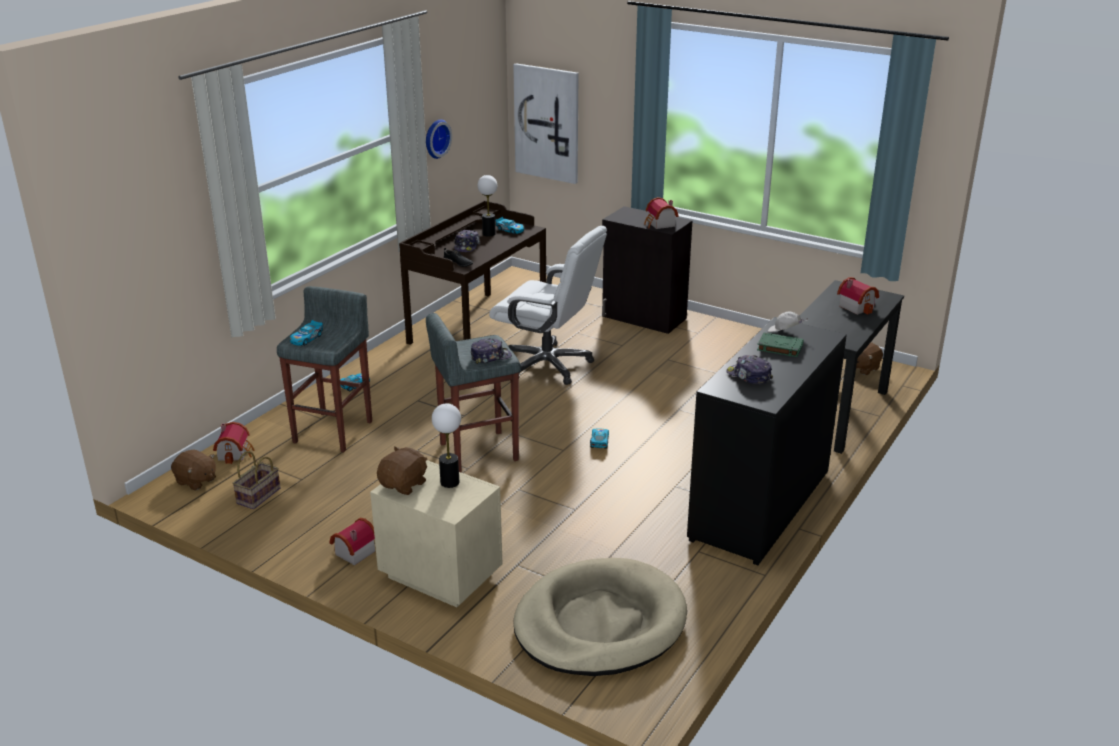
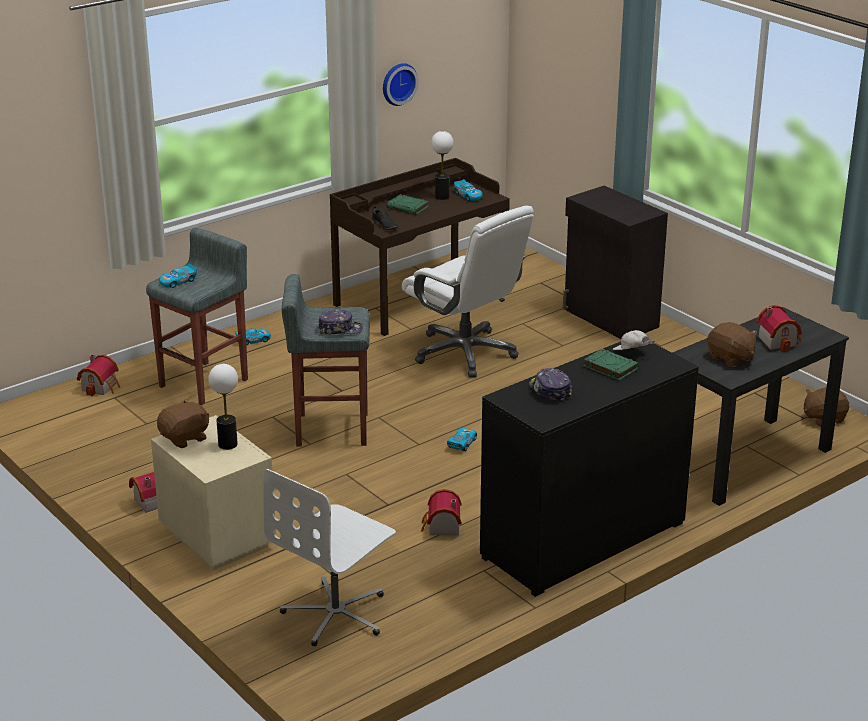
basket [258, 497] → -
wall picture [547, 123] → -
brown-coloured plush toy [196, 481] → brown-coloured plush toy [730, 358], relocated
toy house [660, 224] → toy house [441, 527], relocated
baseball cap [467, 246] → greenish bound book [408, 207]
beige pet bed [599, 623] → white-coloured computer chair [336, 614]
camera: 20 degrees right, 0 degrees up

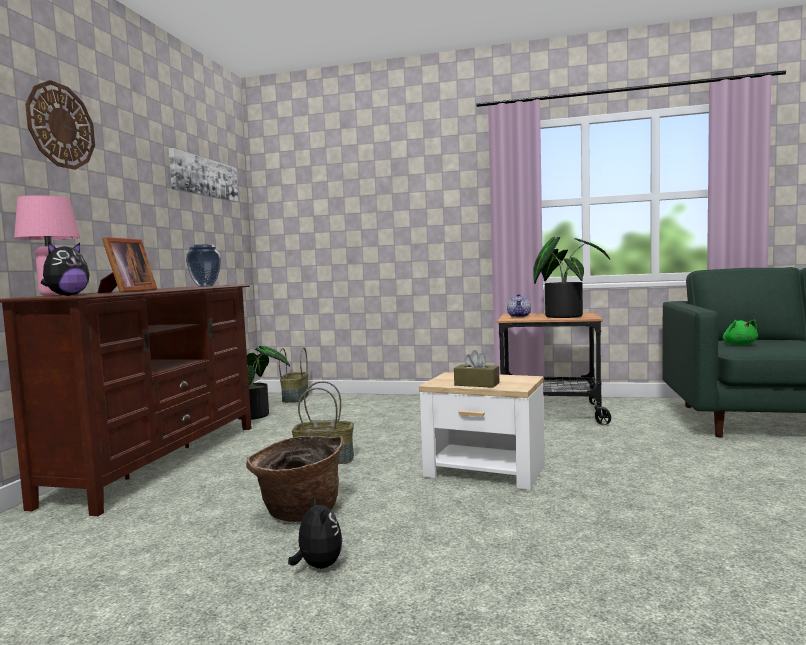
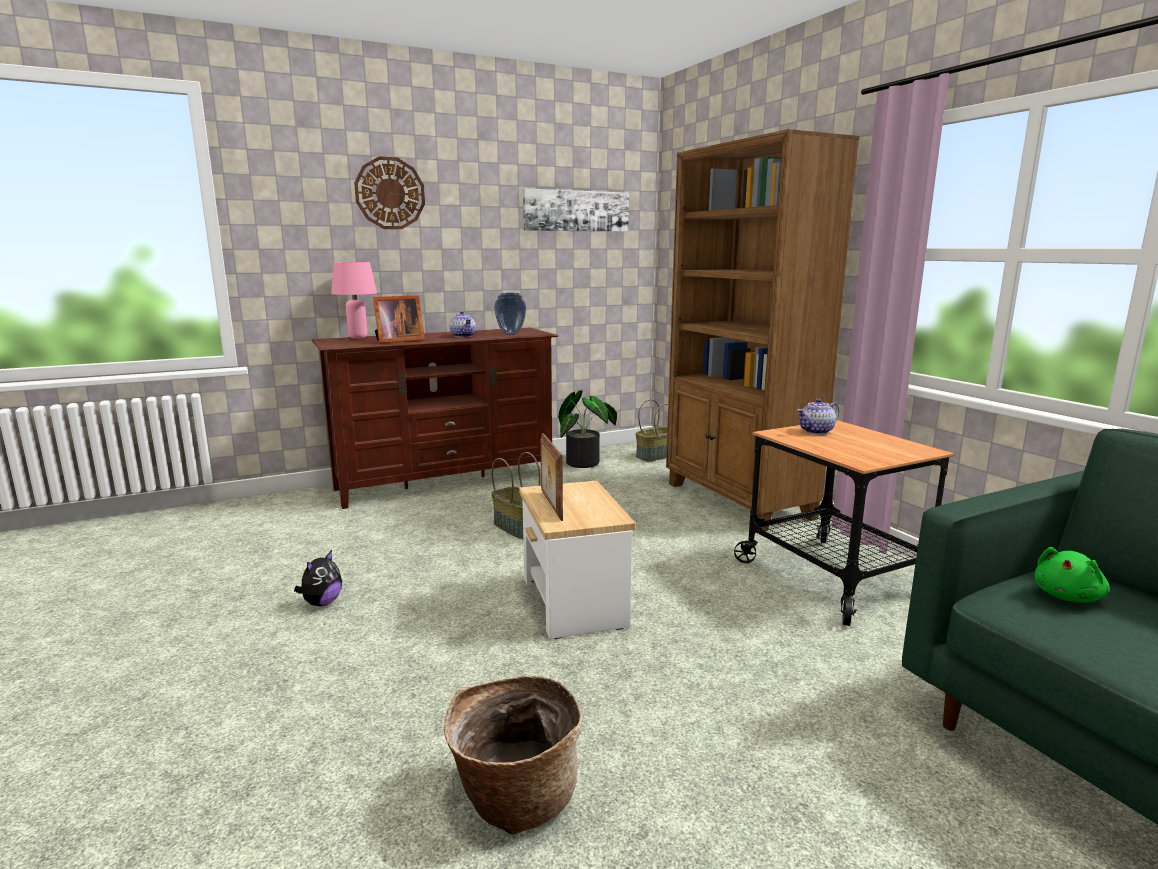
plush toy [67, 295] → -
plant in a pot [564, 316] → -
- → pot for tea [463, 336]
- → brown-coloured bookcase [738, 501]
basket [299, 514] → basket [514, 798], relocated
brown-coloured tissue box [476, 384] → photo frame [550, 506]
camera: 50 degrees right, 10 degrees up

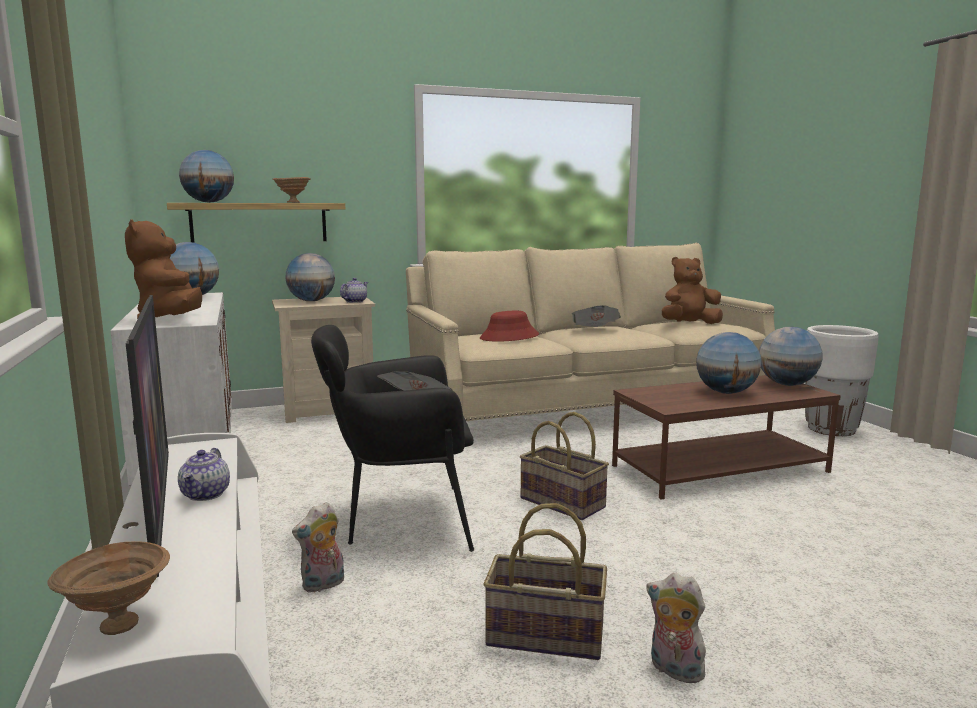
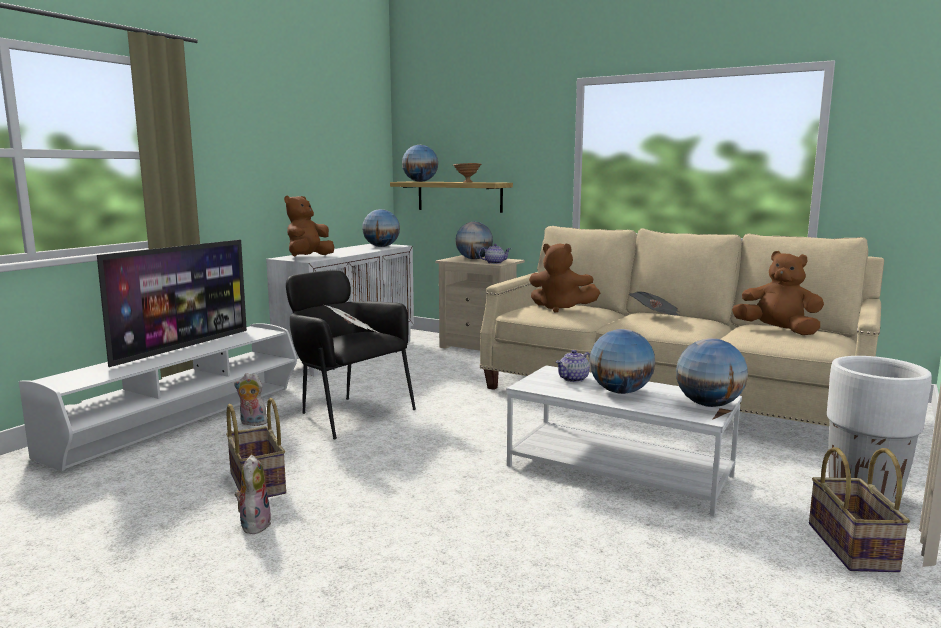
brown-coloured serving bowl [116, 625] → -
pot for tea [206, 495] → pot for tea [573, 379], relocated
basket [563, 502] → basket [853, 547], relocated
red-coloured hat [509, 337] → brown-coloured plush toy [560, 308]
brown-coloured coffee table [720, 468] → white-coloured coffee table [619, 471]
camera: 50 degrees right, 0 degrees up

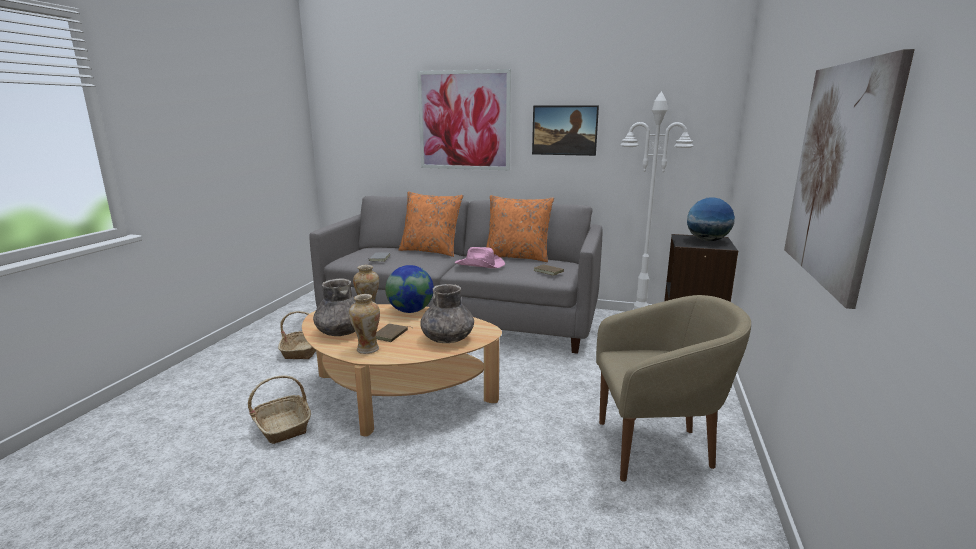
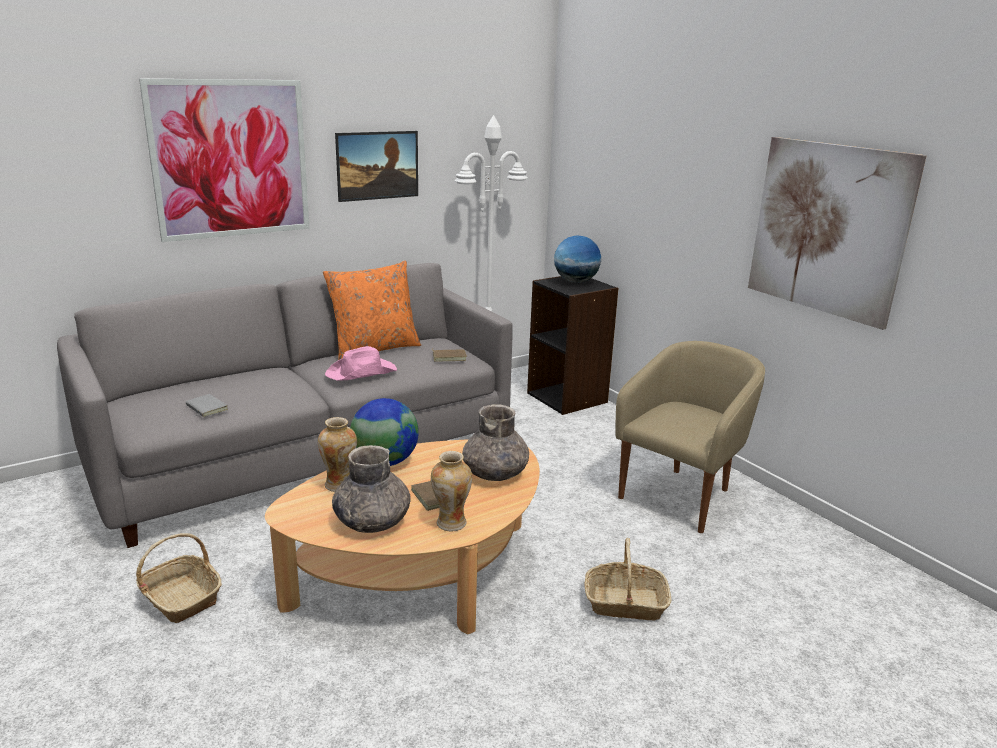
orangey throw pillow [431, 251] → -
basket [283, 426] → basket [625, 603], relocated
camera: 50 degrees left, 5 degrees up

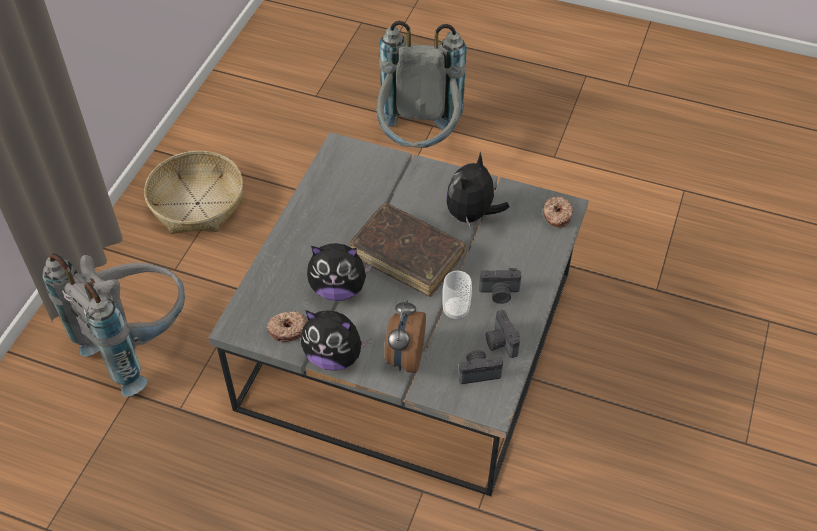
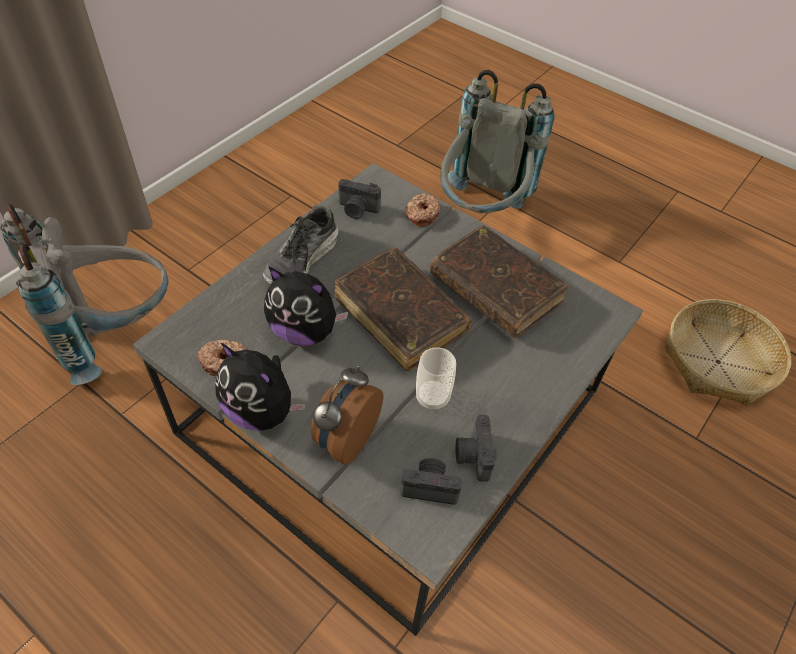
- → shoe [302, 260]
basket [197, 203] → basket [718, 361], relocated
photo camera [499, 293] → photo camera [357, 210], relocated
donut [556, 215] → donut [422, 214], relocated
plush toy [472, 215] → brown-coloured bound book [495, 290]
camera: 15 degrees right, 0 degrees up

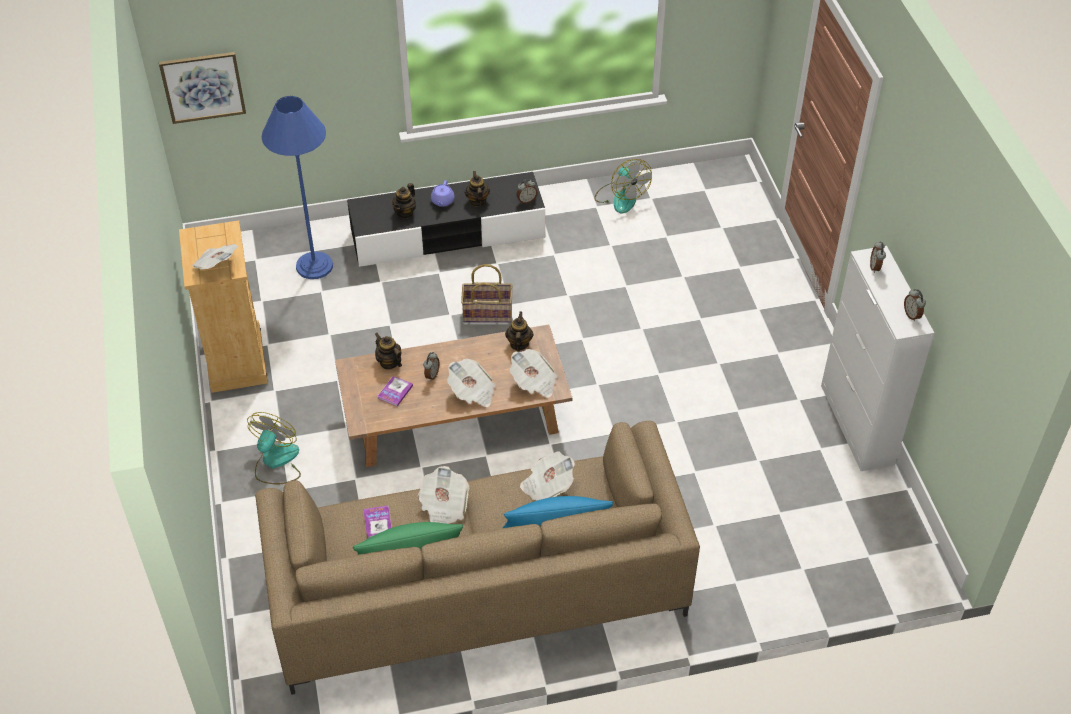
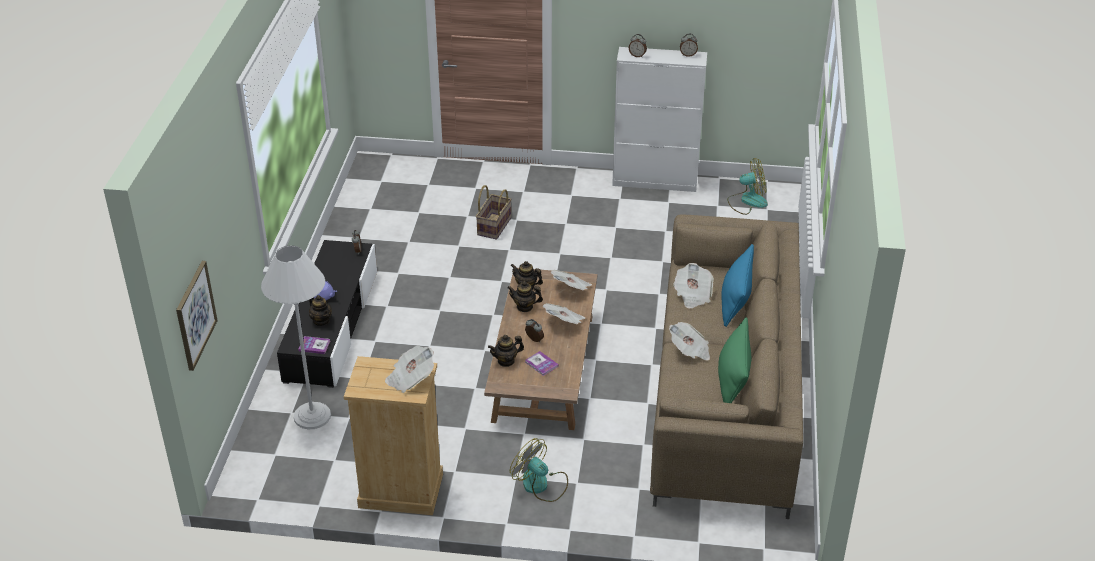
bound book [378, 522] → bound book [314, 346], relocated
basket [488, 312] → basket [493, 226], relocated
pot for tea [477, 201] → pot for tea [525, 307], relocated
fan [621, 197] → fan [747, 201], relocated
bluish standard lamp [314, 266] → white-coloured standard lamp [312, 416]
camera: 70 degrees left, 10 degrees down

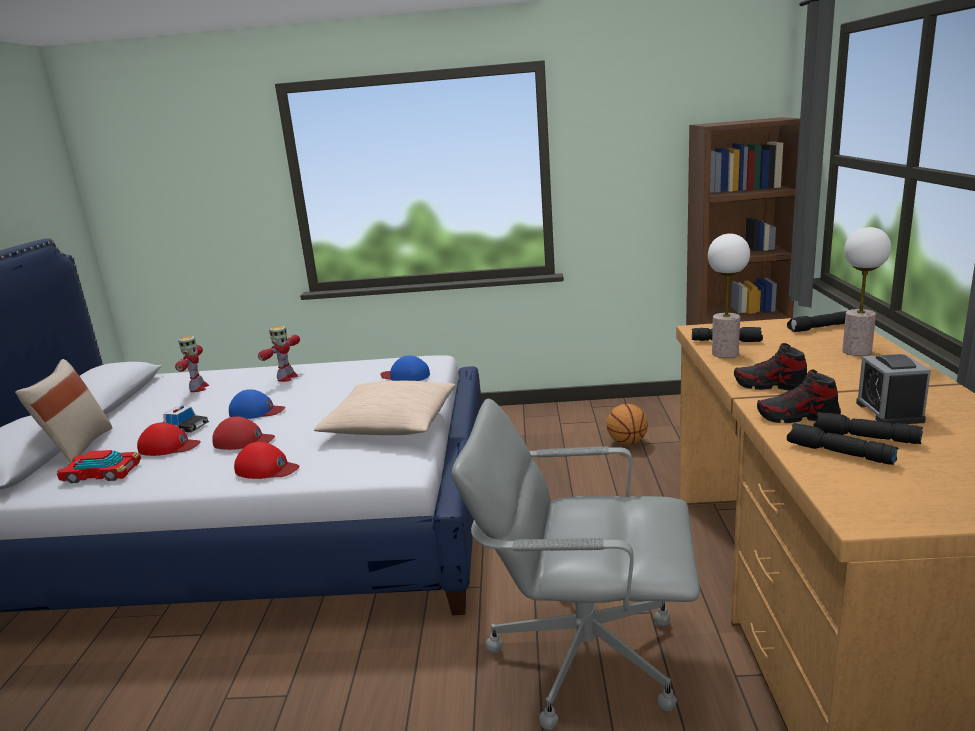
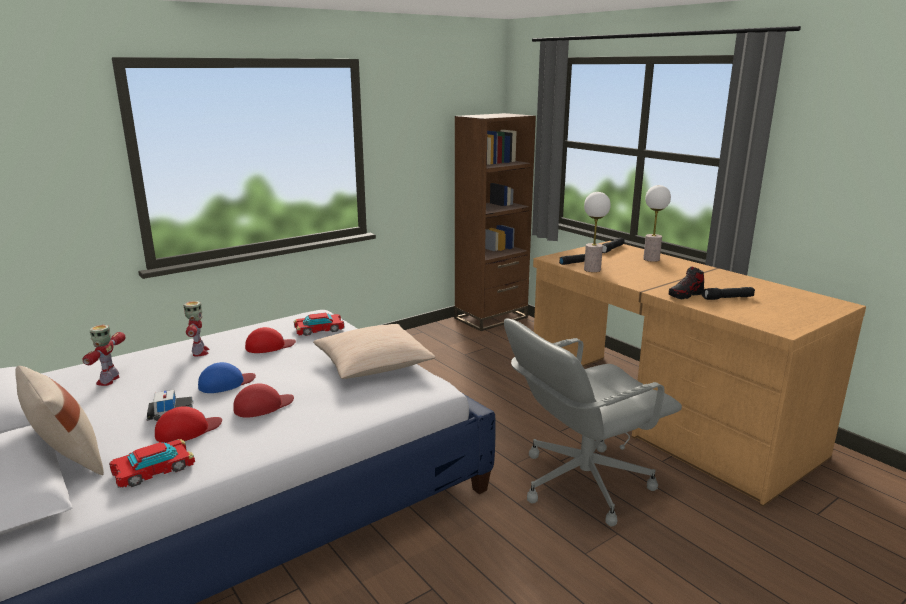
ball for basketball [627, 442] → -
shoe [770, 385] → -
blackish torch [838, 453] → -
alarm clock [889, 412] → -
red-coloured baseball cap [266, 469] → red-coloured baseball cap [269, 346], relocated
bluish baseball cap [406, 376] → model car [319, 329]
model robot [198, 388] → model robot [109, 380], 135 degrees counterclockwise
camera: 40 degrees left, 0 degrees up

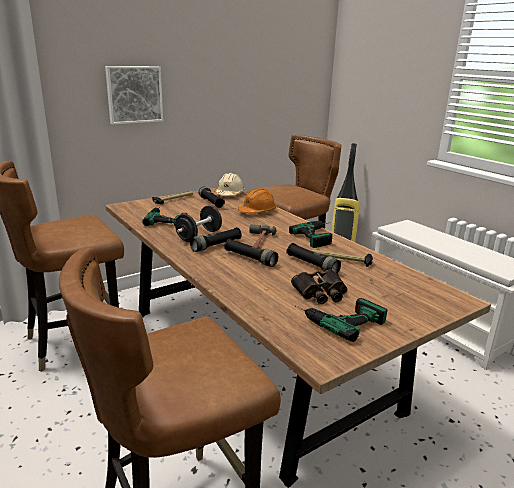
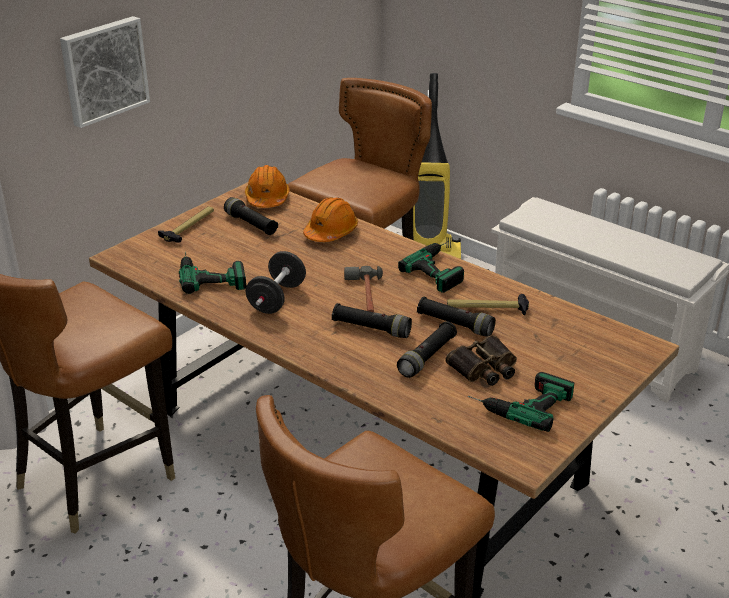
blackish torch [216, 245] → blackish torch [427, 357], relocated
beige safety helmet [229, 194] → orangey safety helmet [267, 198]
camera: 15 degrees left, 10 degrees up

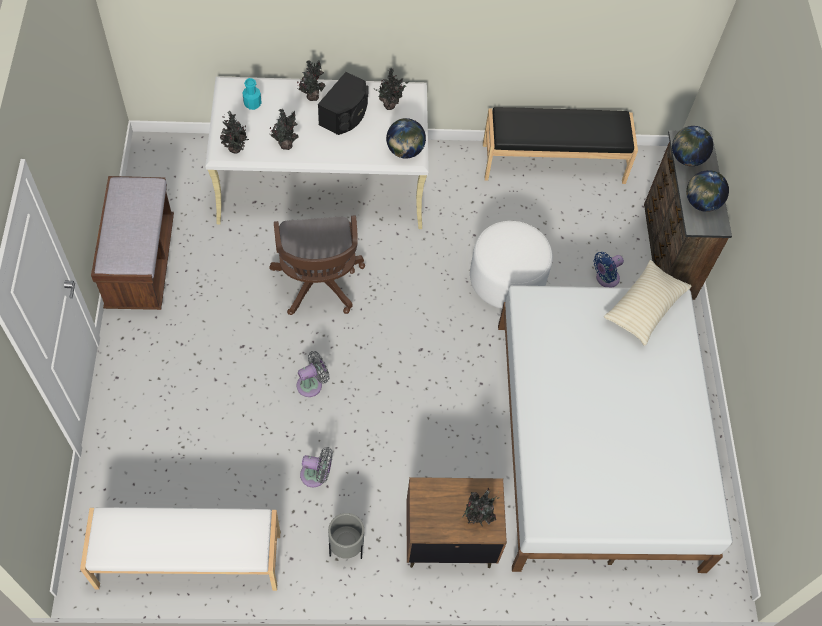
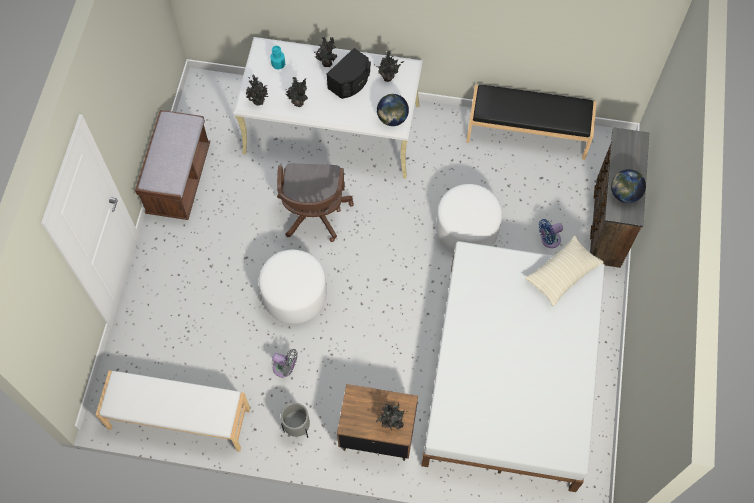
world globe [686, 158] → -
gray fan [312, 384] → white-coloured footrest [294, 295]
camera: 15 degrees right, 5 degrees up

